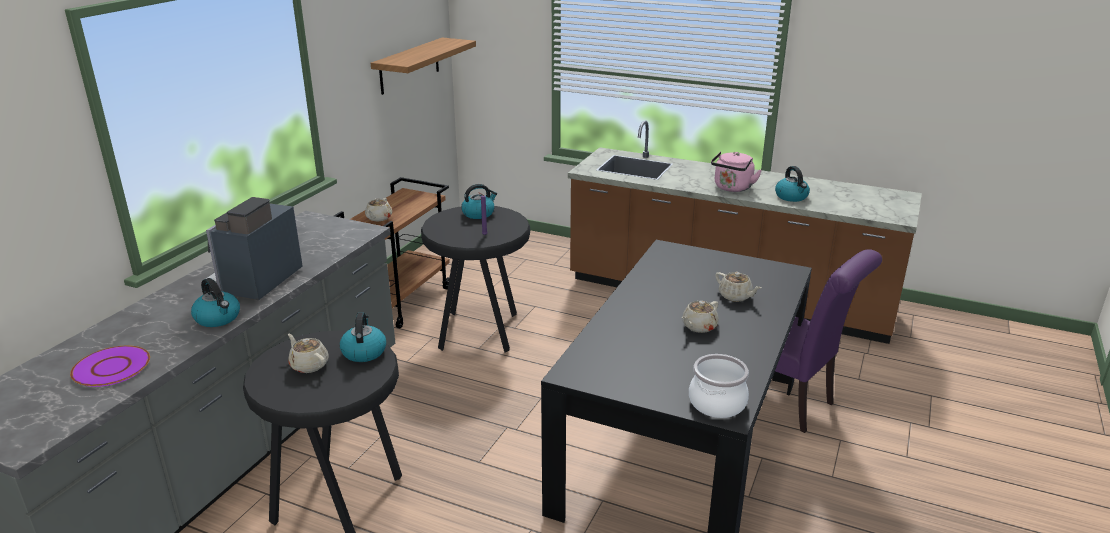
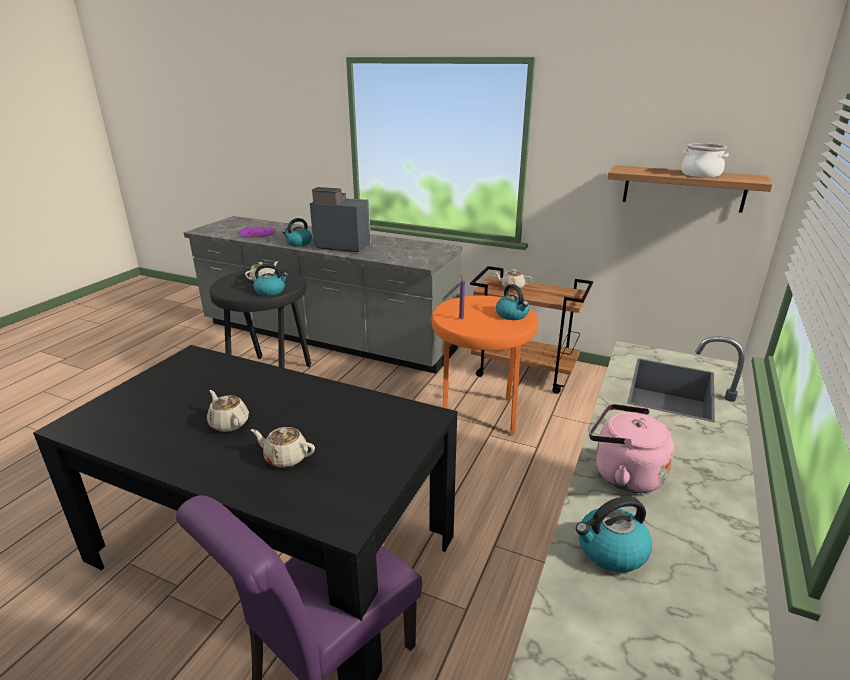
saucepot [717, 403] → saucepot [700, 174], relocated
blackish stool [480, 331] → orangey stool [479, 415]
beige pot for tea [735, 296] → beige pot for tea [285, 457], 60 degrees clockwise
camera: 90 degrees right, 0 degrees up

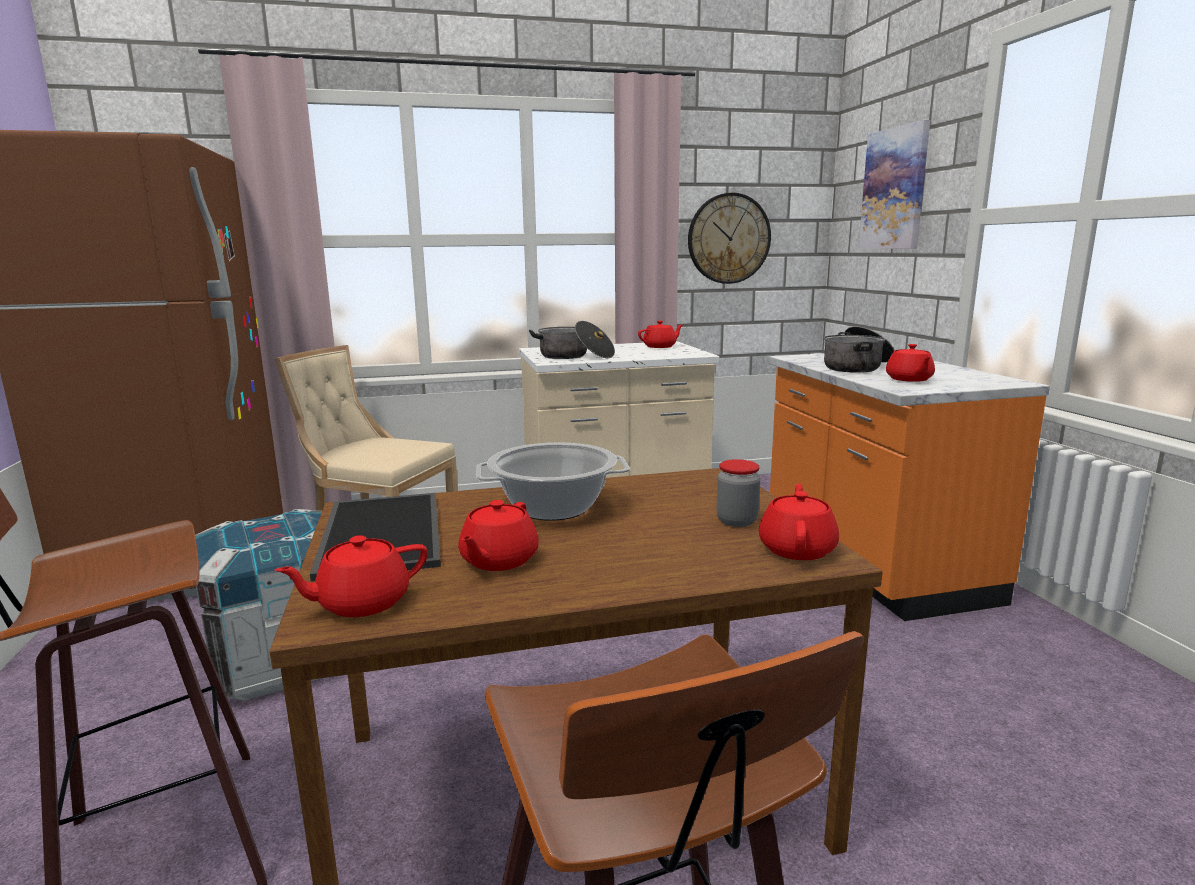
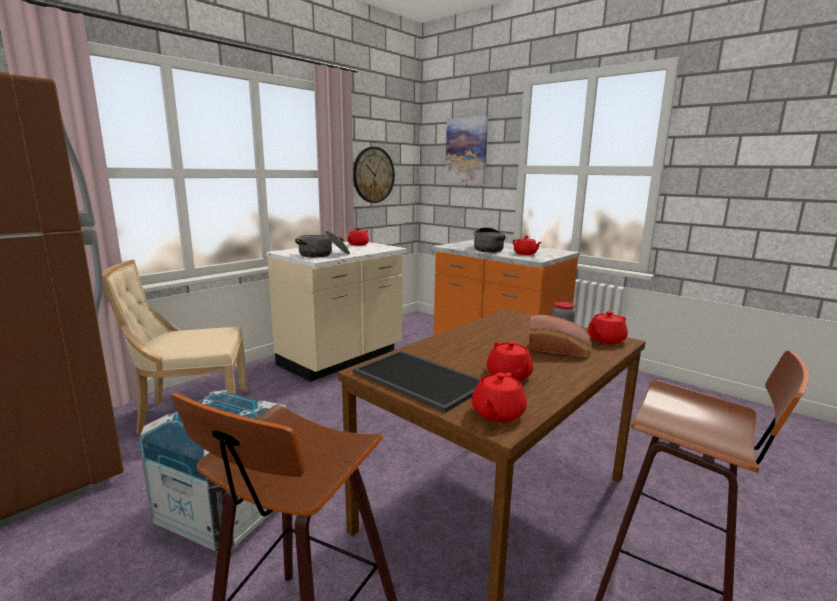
saucepot [554, 508] → -
- → baked bread [559, 350]
red-coloured pot for tea [797, 549] → red-coloured pot for tea [605, 339], 105 degrees counterclockwise
camera: 35 degrees left, 0 degrees up

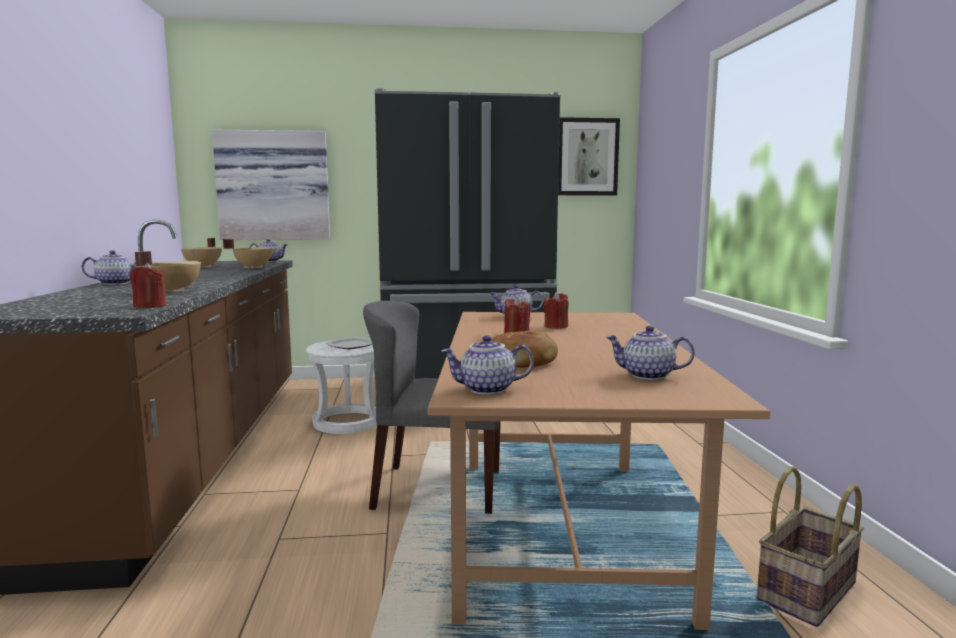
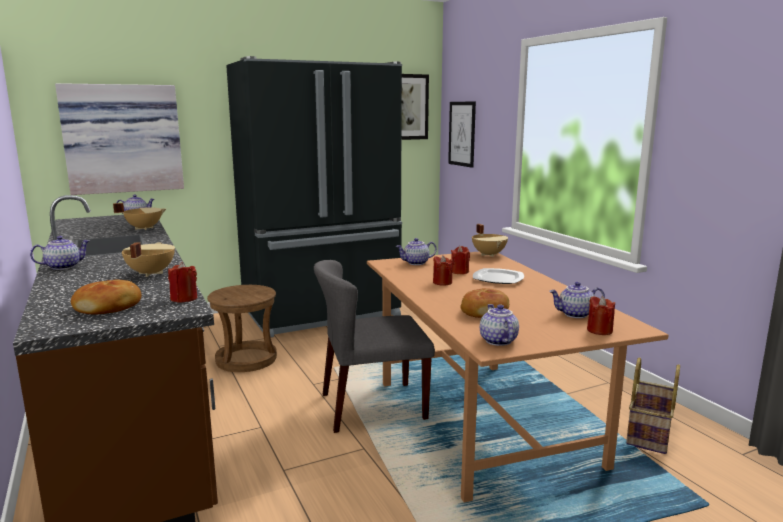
- → baked bread [109, 307]
- → wall picture [462, 134]
- → red-coloured wax light [599, 330]
beige saucepot [203, 267] → beige saucepot [489, 254], relocated
flat dish [350, 345] → flat dish [497, 278], relocated
white-coloured stool [347, 422] → brown-coloured stool [246, 359]
pot for tea [487, 390] → pot for tea [497, 341], 105 degrees clockwise
camera: 20 degrees left, 5 degrees up

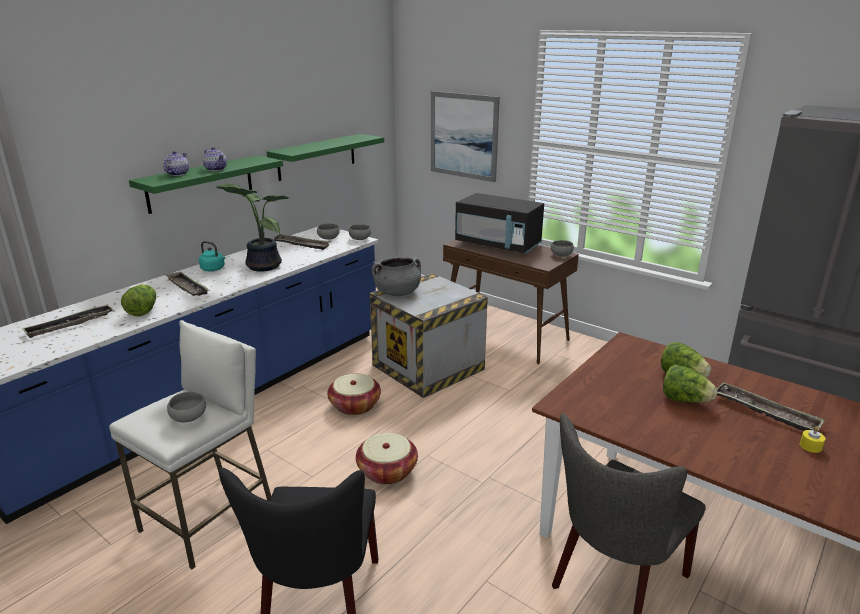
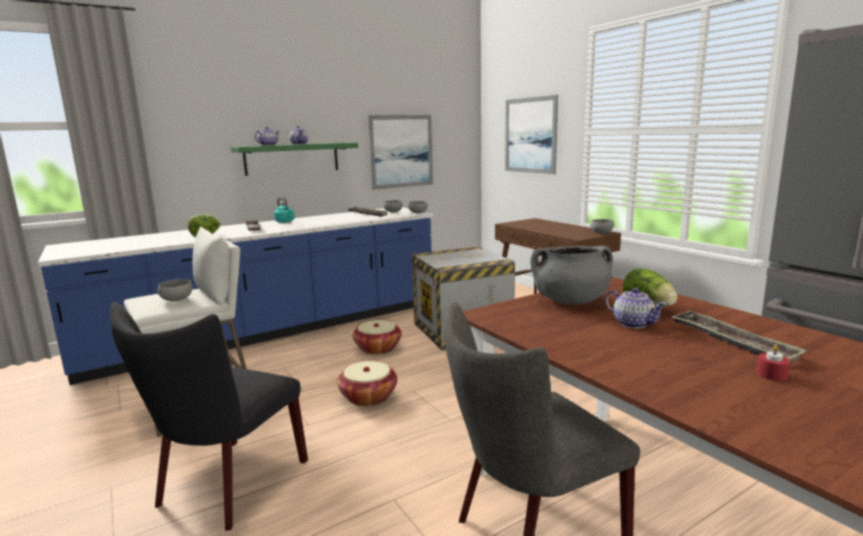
serving tray [70, 324] → -
plant in a pot [261, 266] → -
blackish microwave [498, 245] → -
gray saucepot [397, 293] → gray saucepot [570, 301], relocated
greenish wall shelf [317, 156] → wall picture [401, 151]
lettuce head [684, 400] → pot for tea [632, 323]
yellowish wax light [810, 446] → red-coloured wax light [771, 374]
camera: 20 degrees right, 10 degrees down

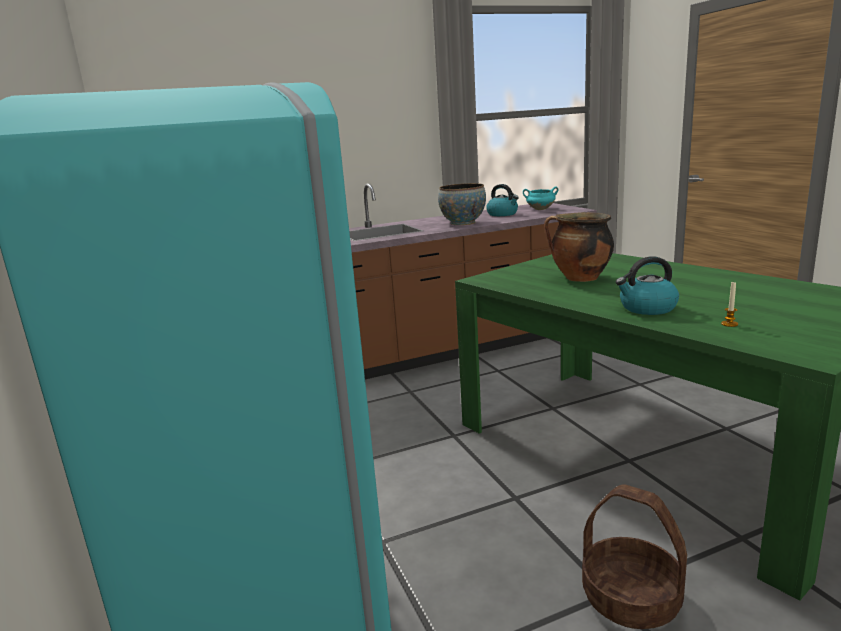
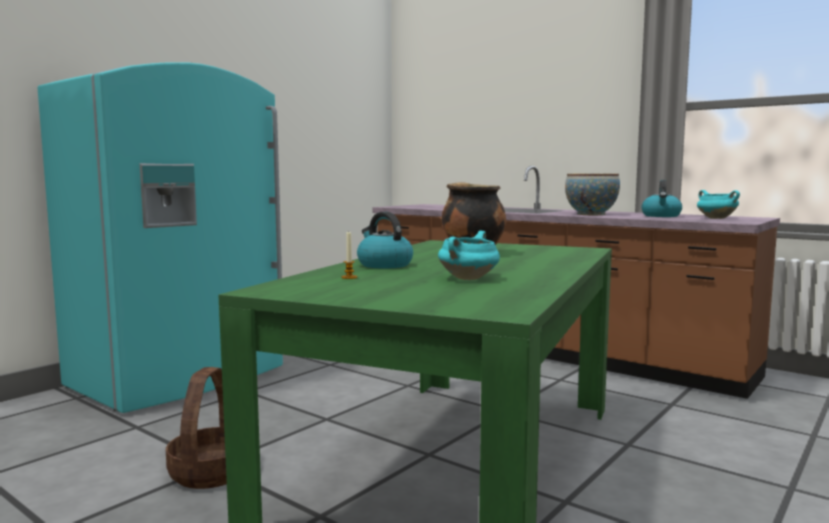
- → blue-green saucepot [468, 279]
camera: 60 degrees right, 10 degrees down

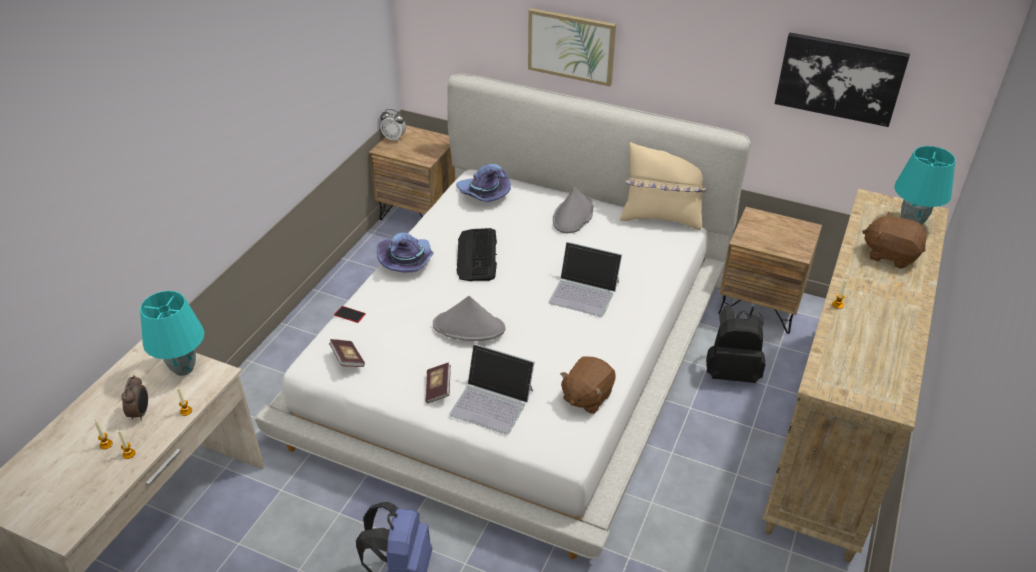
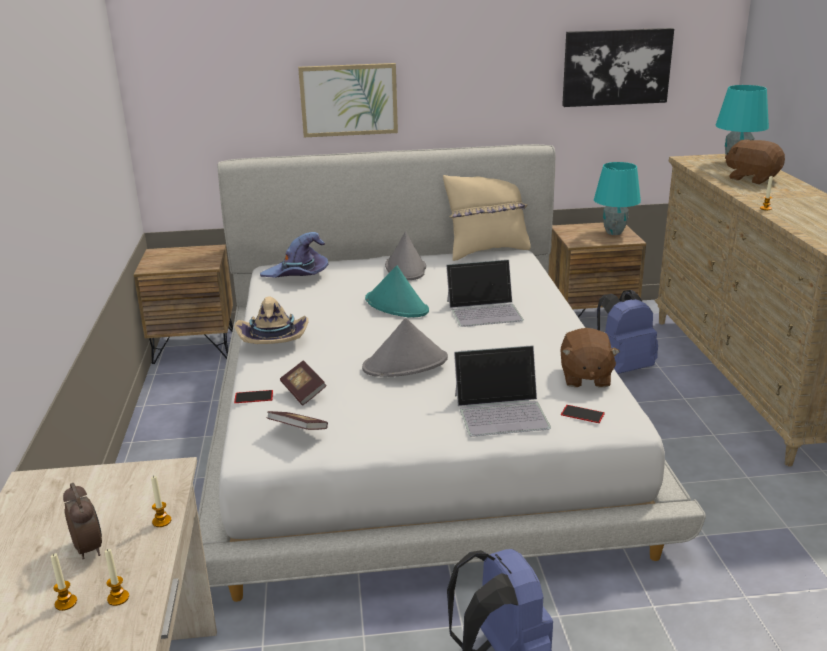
alarm clock [394, 138] → -
computer keyboard [477, 255] → -
- → blue-green hat [397, 305]
- → phone [582, 414]
blue-green table lamp [183, 369] → blue-green table lamp [614, 233], relocated
bound book [438, 389] → bound book [303, 392], relocated
purple hat [408, 262] → beige hat [273, 340]
blackish rucksack [732, 372] → bluish rucksack [622, 368]
brown-coloured plush toy [890, 255] → brown-coloured plush toy [752, 178], 45 degrees clockwise
camera: 30 degrees left, 15 degrees down

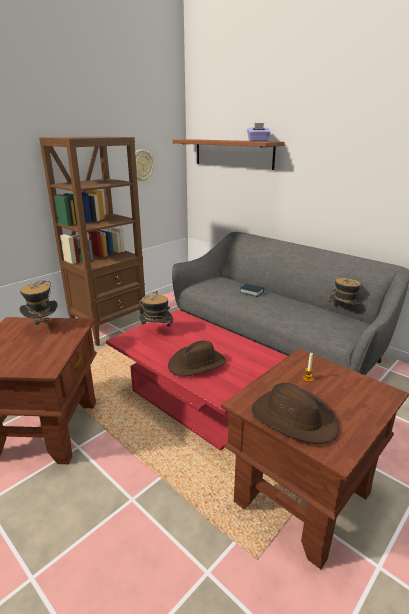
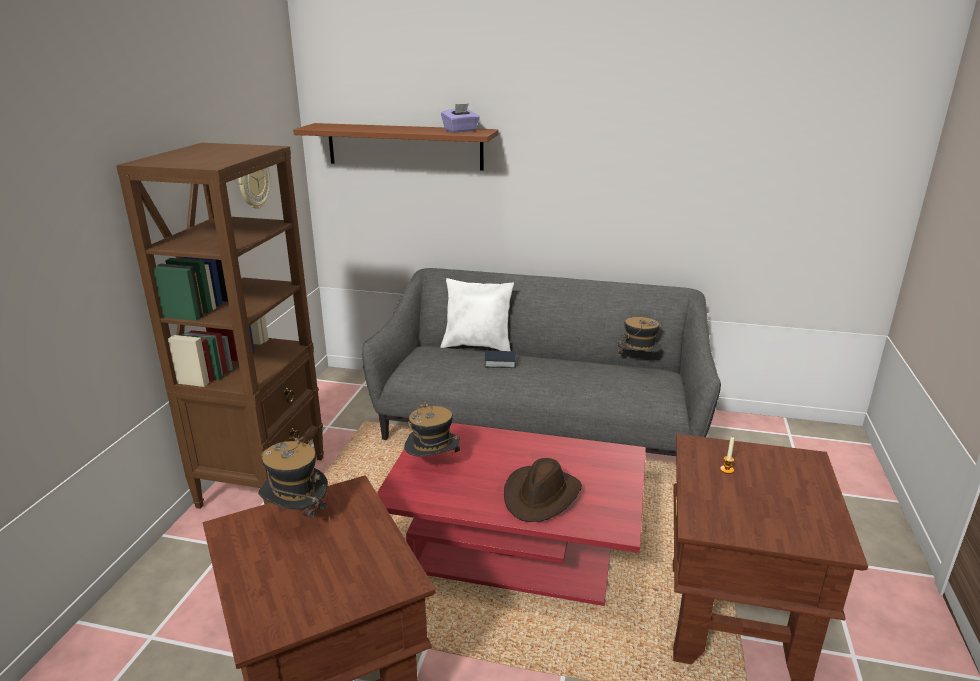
brown-coloured hat [293, 418] → -
- → white-coloured throw pillow [478, 346]
camera: 30 degrees left, 0 degrees up

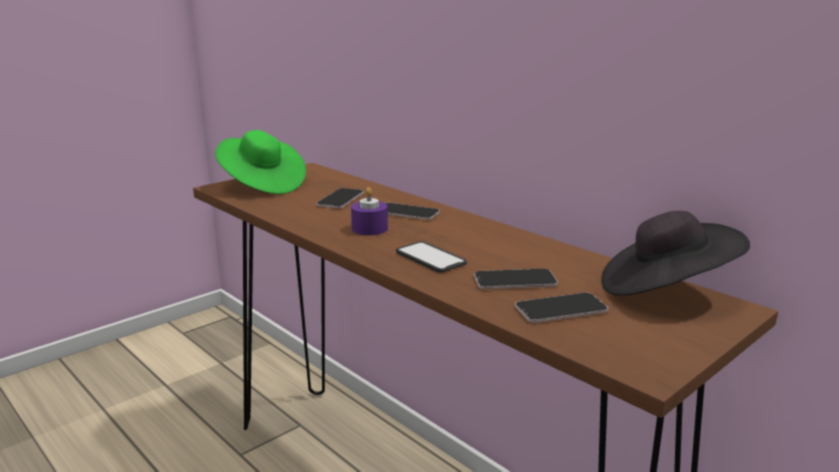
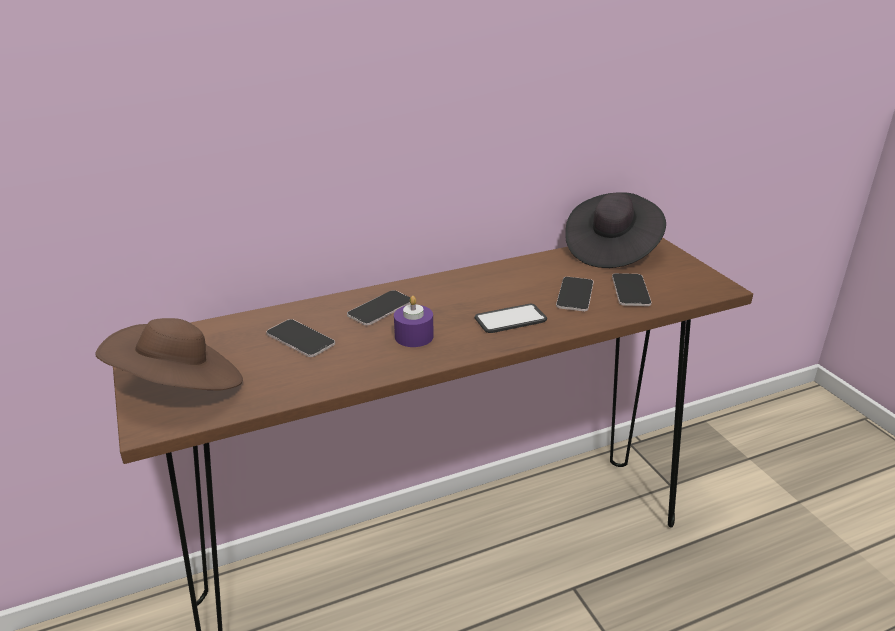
greenish hat [262, 185] → brown-coloured hat [180, 388]
camera: 70 degrees left, 10 degrees up

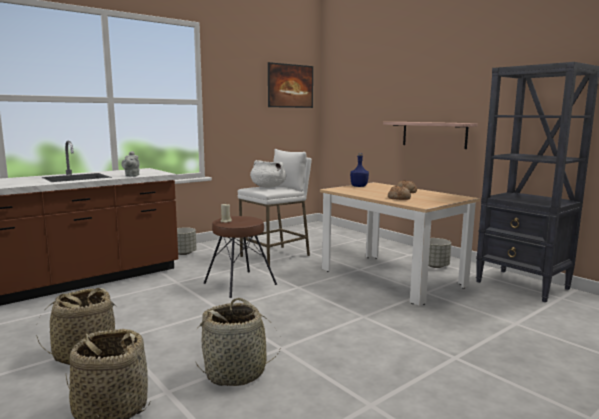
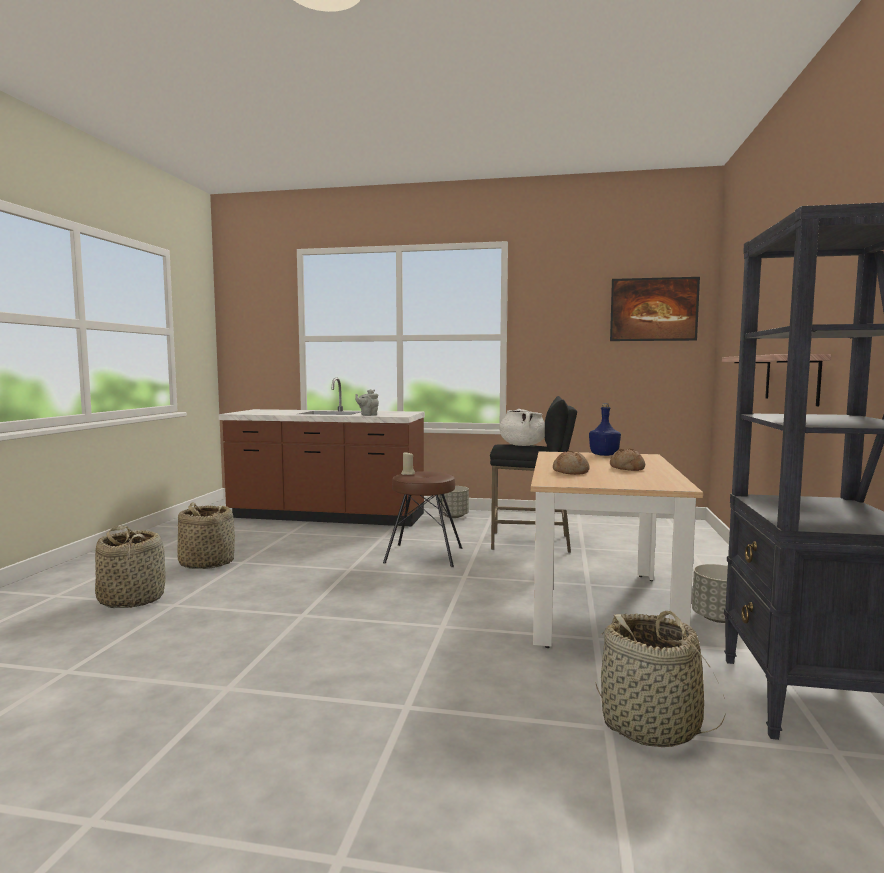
basket [236, 372] → basket [651, 725], relocated
white-coloured stool [275, 256] → blackish stool [531, 542]
camera: 50 degrees right, 5 degrees down

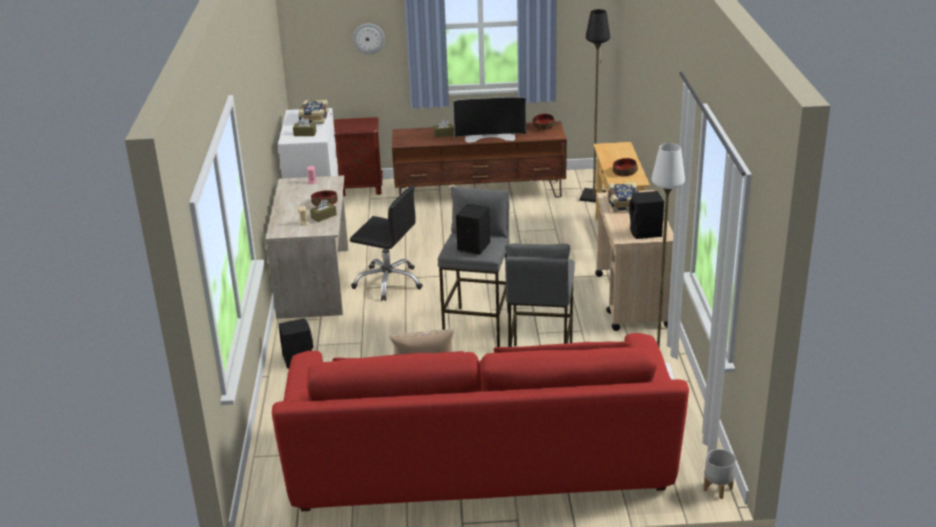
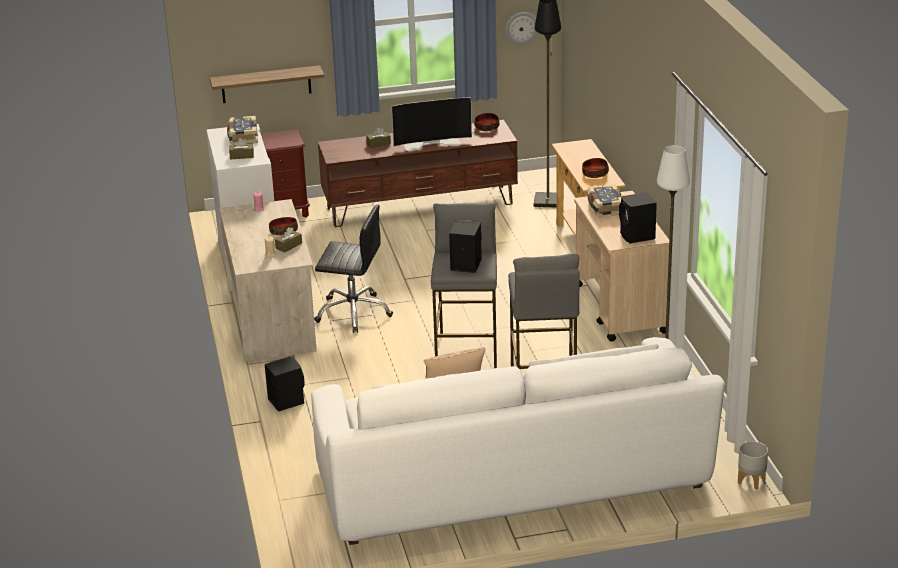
- → wall shelf [266, 84]
clock on the wall [368, 38] → clock on the wall [521, 28], relocated
red-coloured settee [479, 461] → white-coloured settee [512, 480]
camera: 10 degrees left, 0 degrees up

